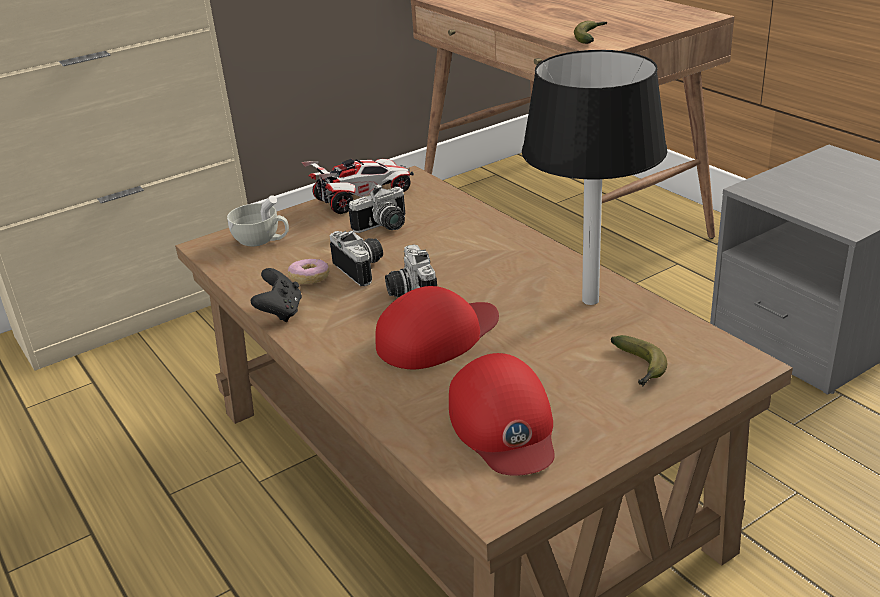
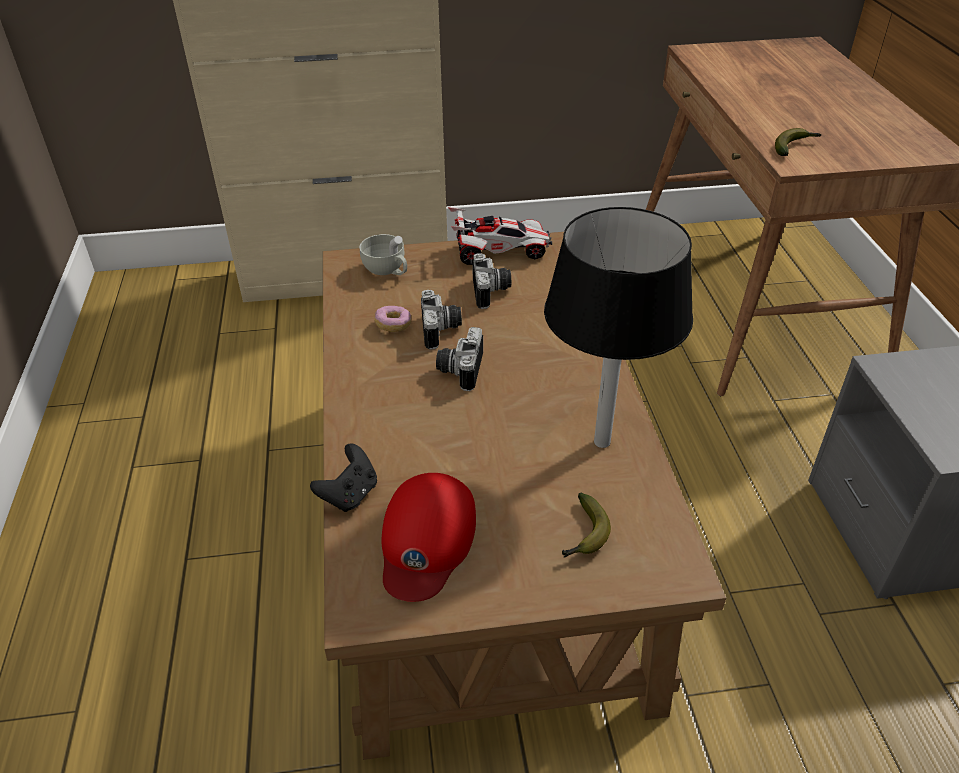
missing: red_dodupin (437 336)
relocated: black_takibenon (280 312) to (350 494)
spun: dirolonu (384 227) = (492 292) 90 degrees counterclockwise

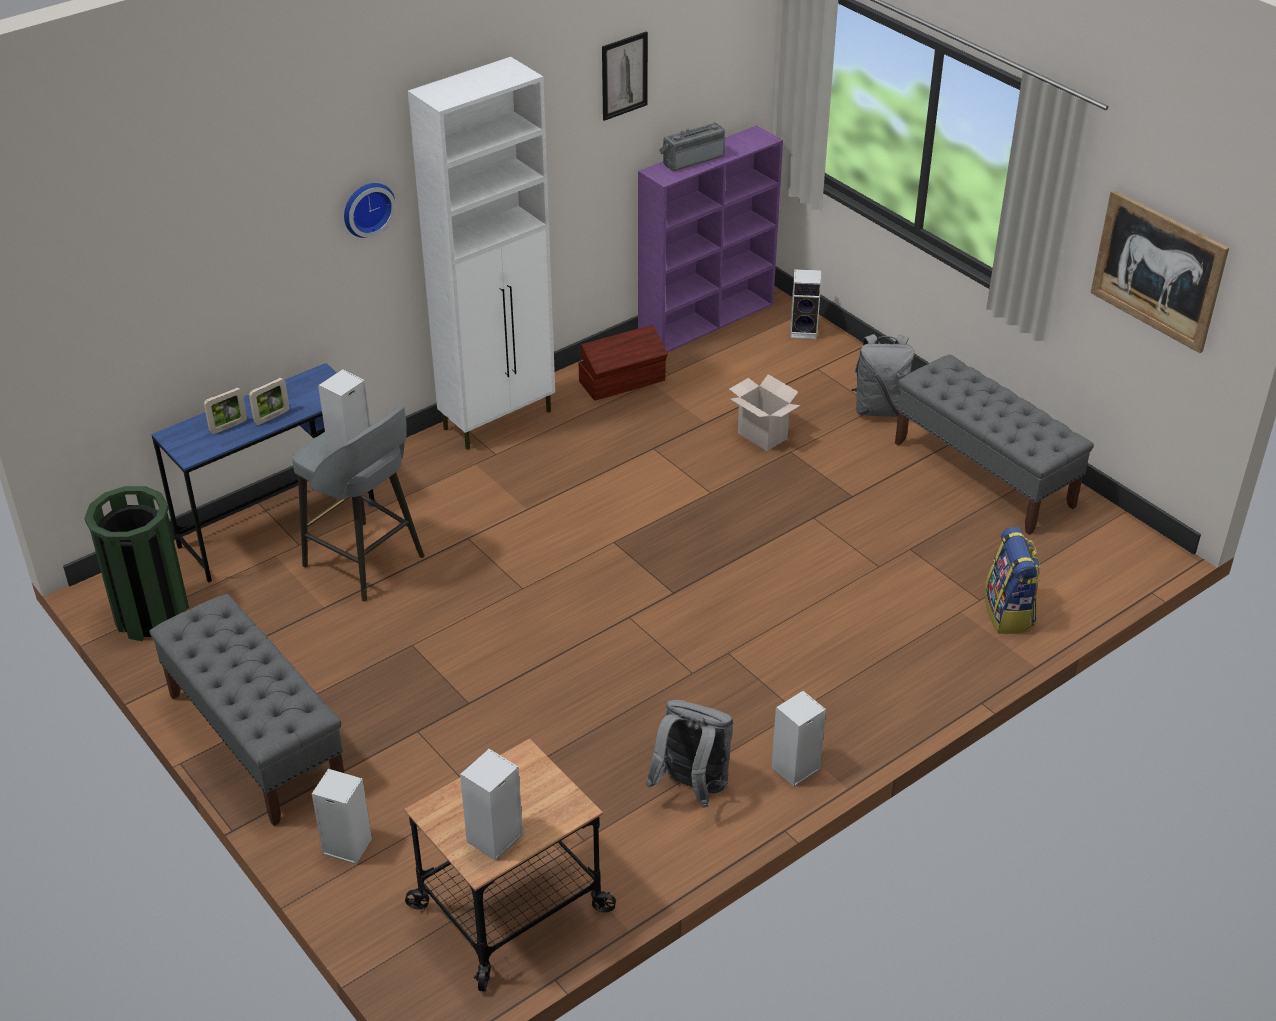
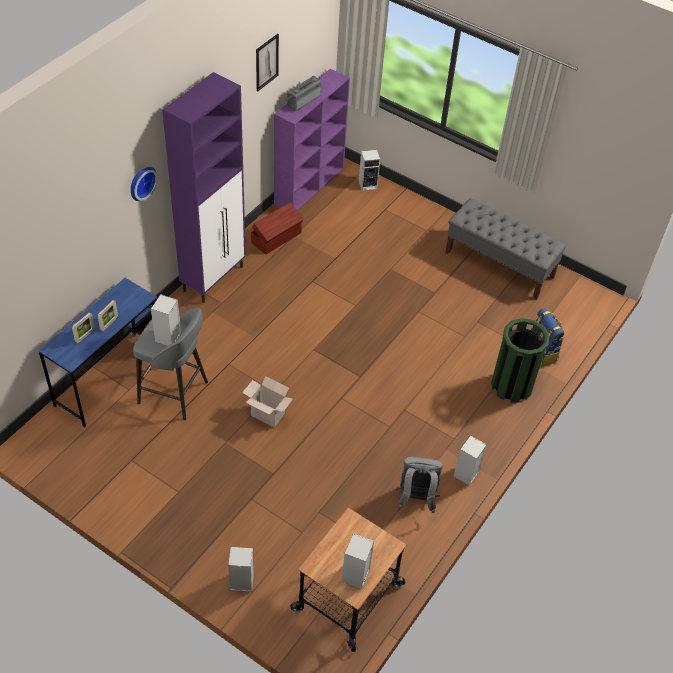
missing: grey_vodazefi (255 739); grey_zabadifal (880 409); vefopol (1158 270)
relocated: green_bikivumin (152 615) to (511 385); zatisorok (760 436) to (266 415)
colour: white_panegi (499 420) to purple_panegi (214 278)

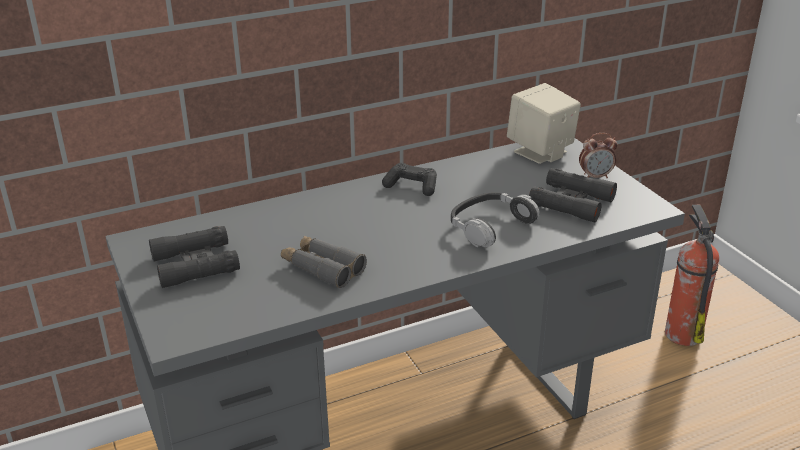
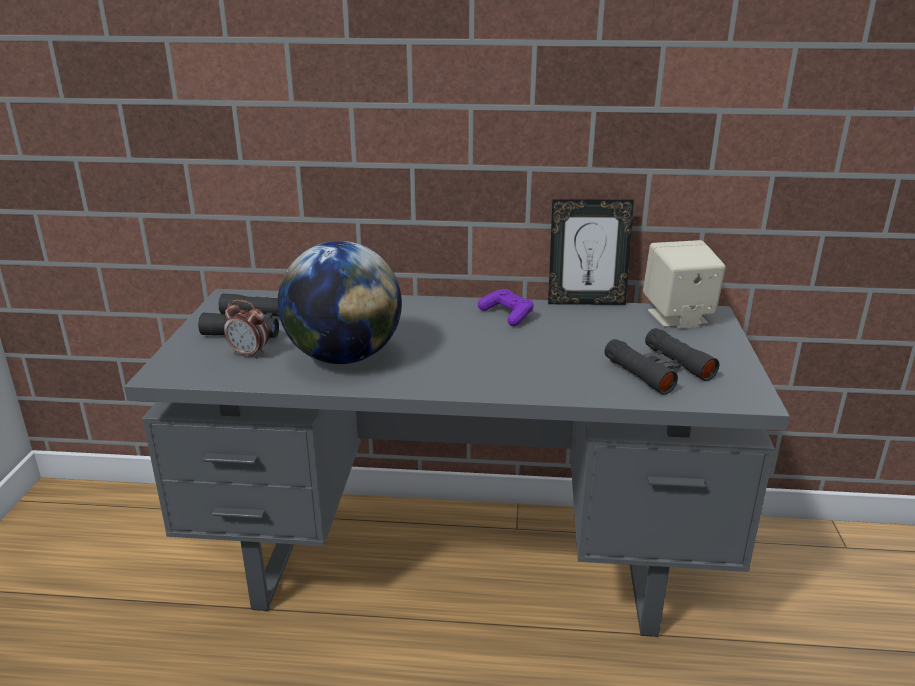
missing: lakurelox (490 226); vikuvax (682 333)
appeared: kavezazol (586 301)
relocated: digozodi (595 176) to (249 354)
exchanged: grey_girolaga (322 268) to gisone (344 357)
colour: black_takibenon (411 186) to purple_takibenon (507 315)

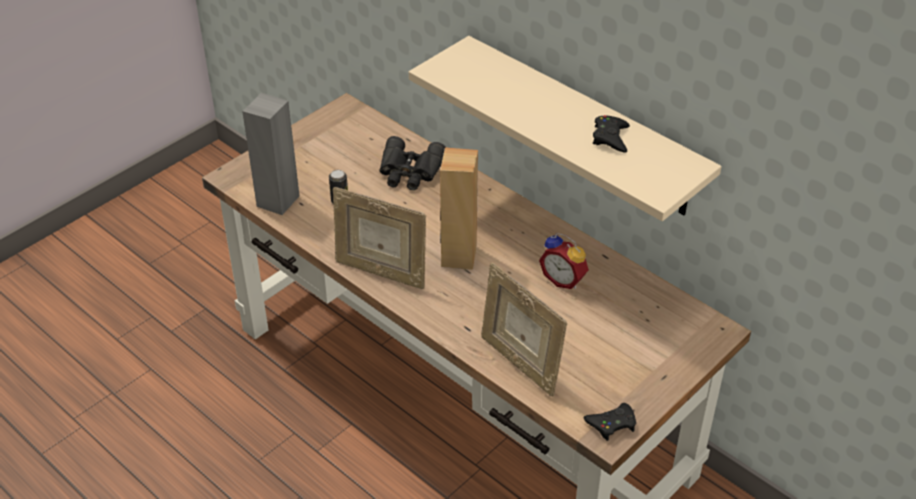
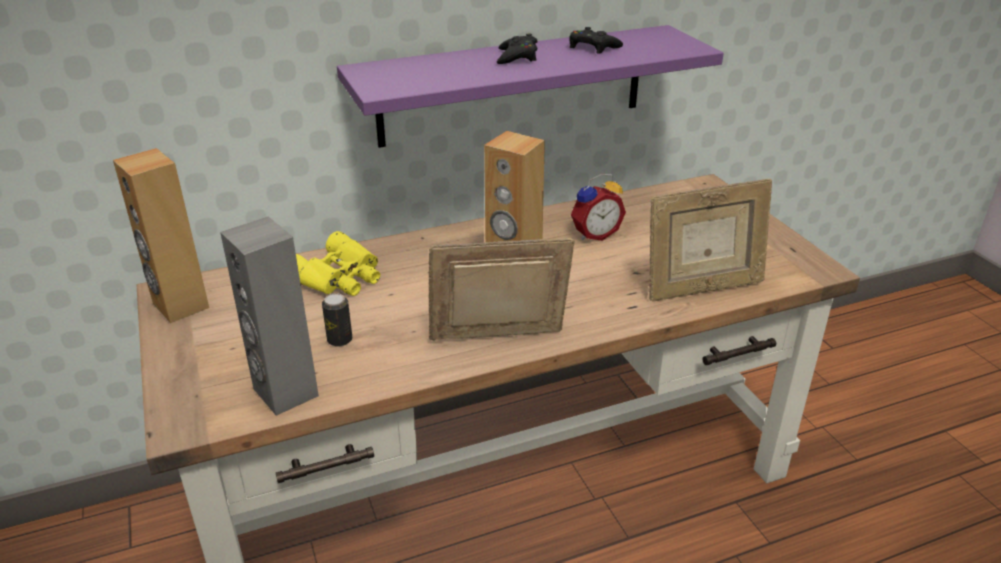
appeared: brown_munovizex (180 306)
relocated: black_takibenon (612 424) to (517 56)
colour: black_girolaga (410 171) to yellow_girolaga (340 277); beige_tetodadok (584 127) to purple_tetodadok (513 85)
spun: kavezazol (381 272) = (499 341) 150 degrees counterclockwise

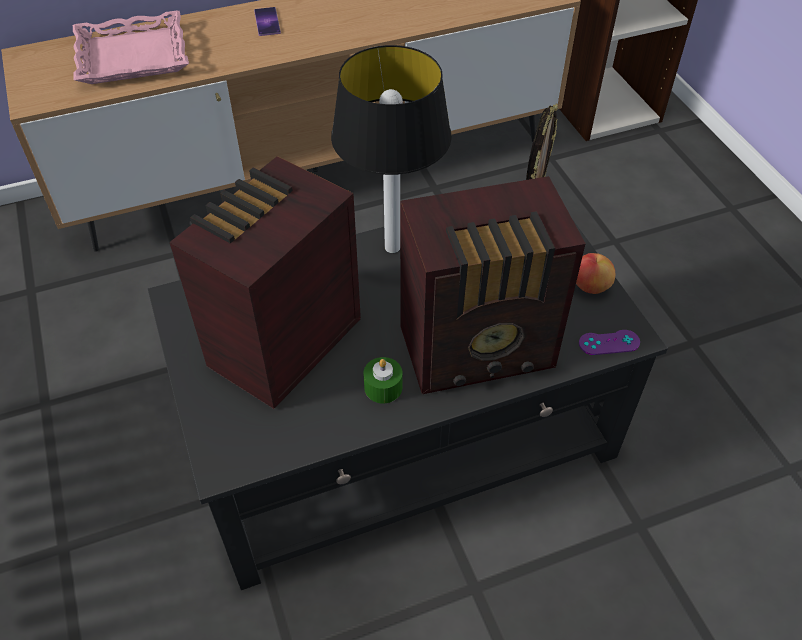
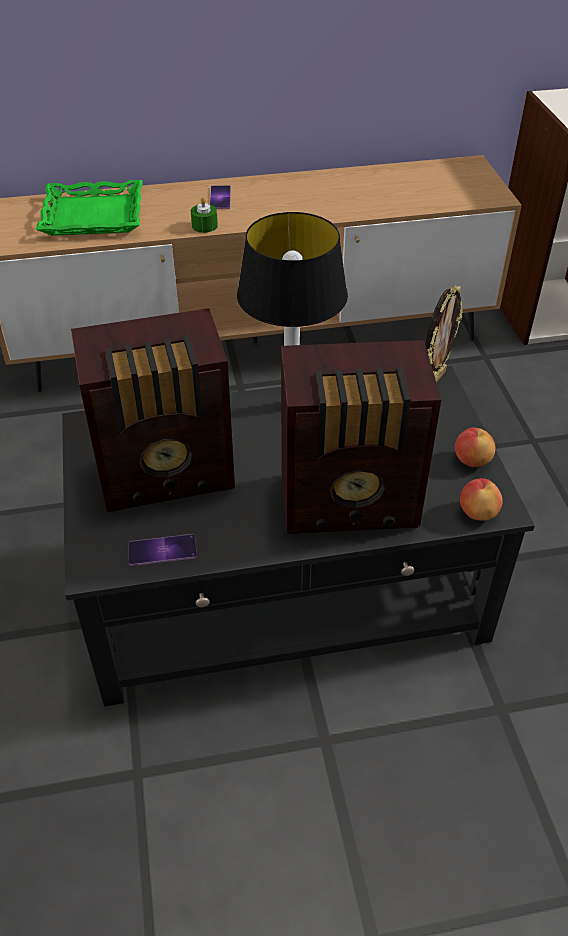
appeared: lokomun (162 550)
relocated: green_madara (383 387) to (204 226)
exchanged: purple_takibenon (609 342) to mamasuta (477 512)
colour: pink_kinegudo (133 56) to green_kinegudo (93 215)
spun: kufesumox (281 344) = (168 474) 150 degrees counterclockwise

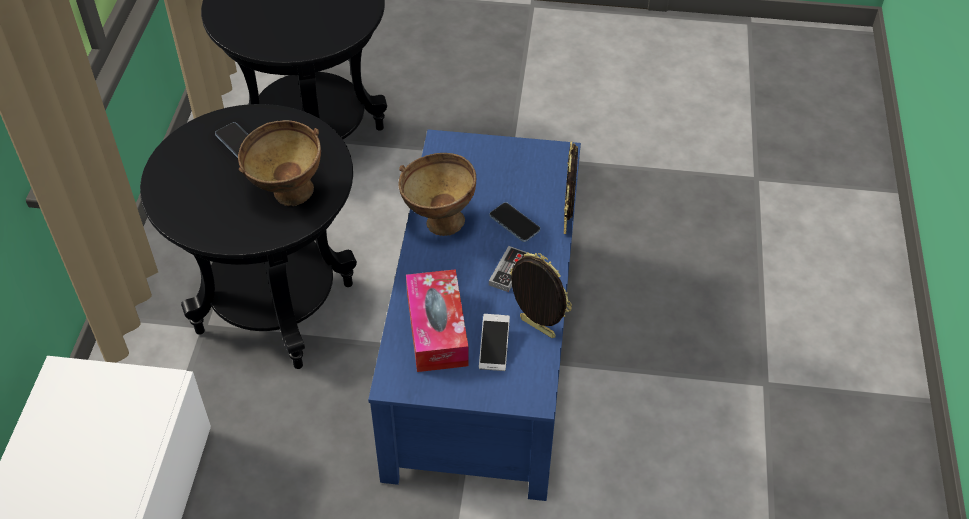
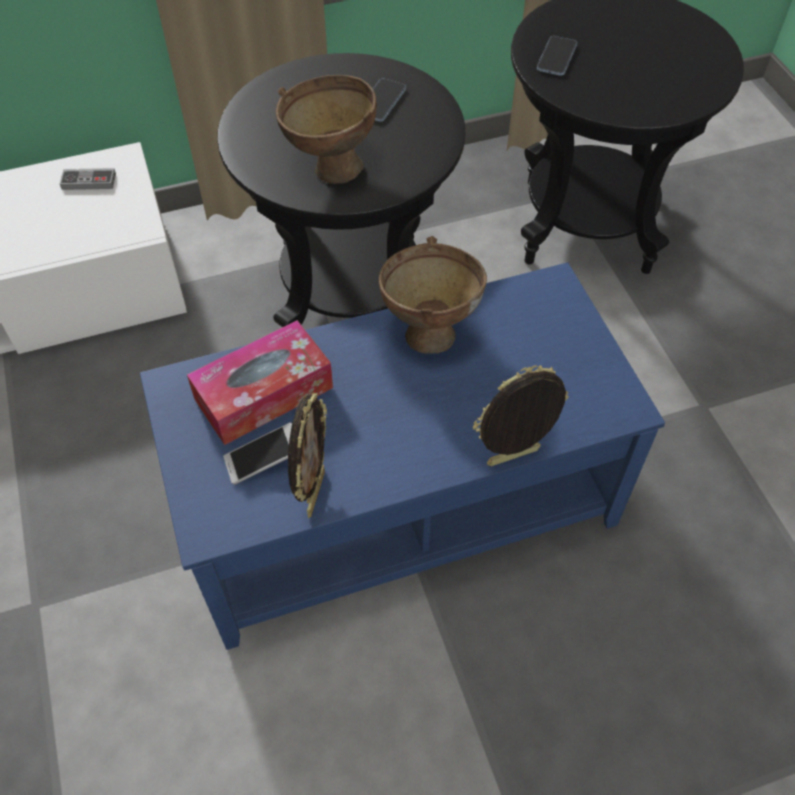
relocated: lokomun (514 223) to (556 57); takibenon (508 271) to (89 181)

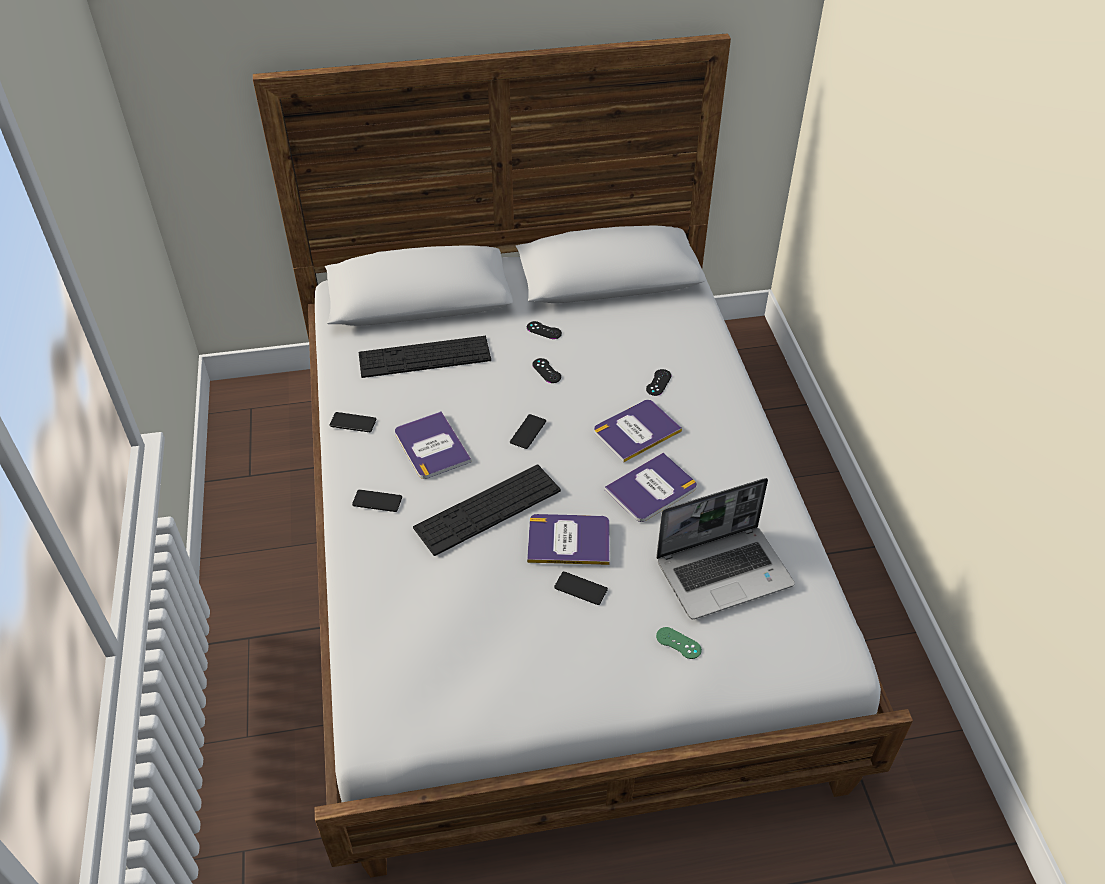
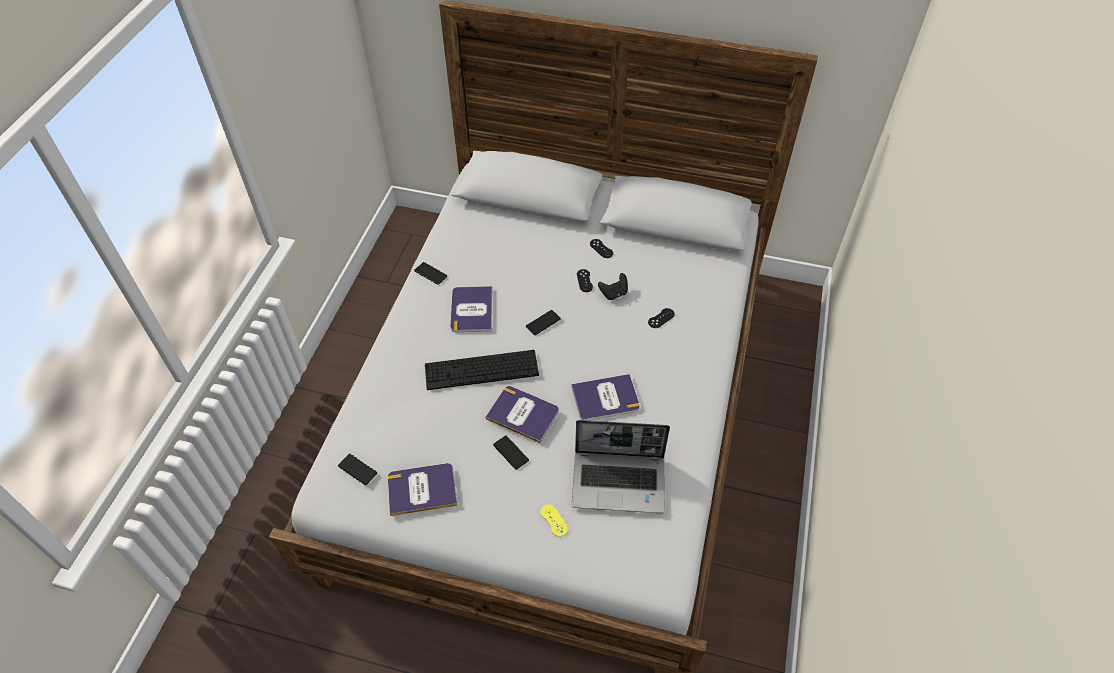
missing: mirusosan (424 357)
appeared: black_takibenon (614 293)
relocated: lokomun (377 501) to (357 469); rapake (636 431) to (422 489)
colour: green_takibenon (678 643) to yellow_takibenon (554 520)

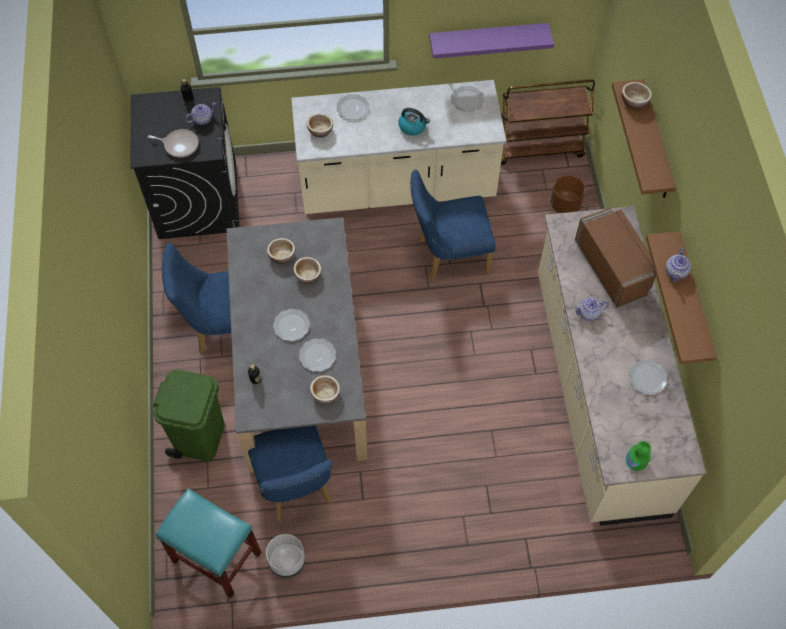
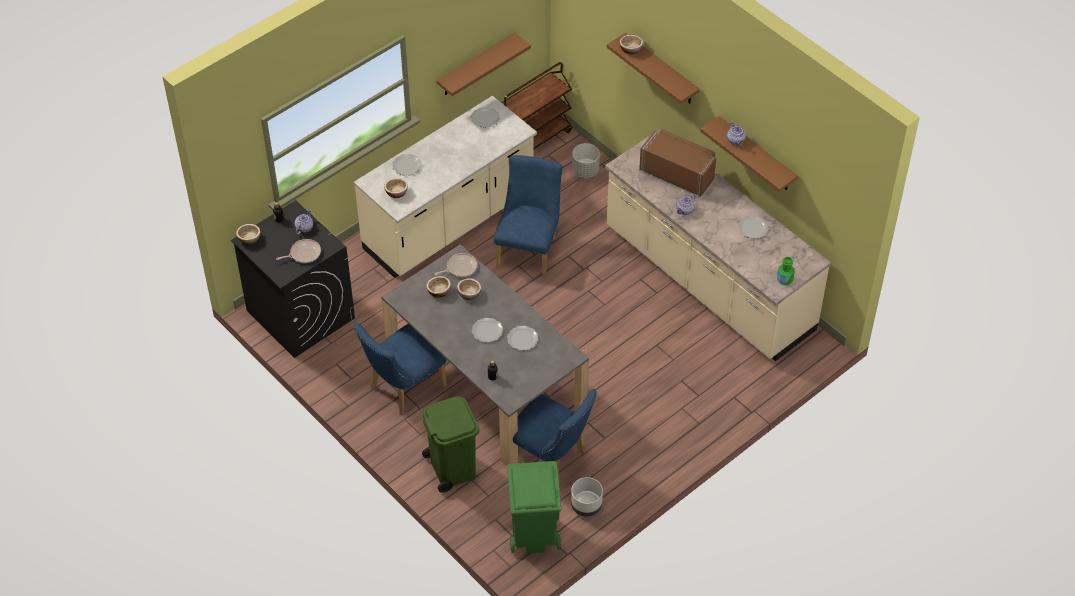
missing: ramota (413 126)
appeared: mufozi (460 268)
relocated: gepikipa (325 394) to (249 239)
exchanged: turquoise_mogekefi (215 557) to green_bikivumin (533 533)
colour: purple_tetodadok (488 39) to brown_tetodadok (476 65); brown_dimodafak (565 205) to grey_dimodafak (585 171)
spun: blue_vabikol (448 255) = (529 249) 150 degrees clockwise

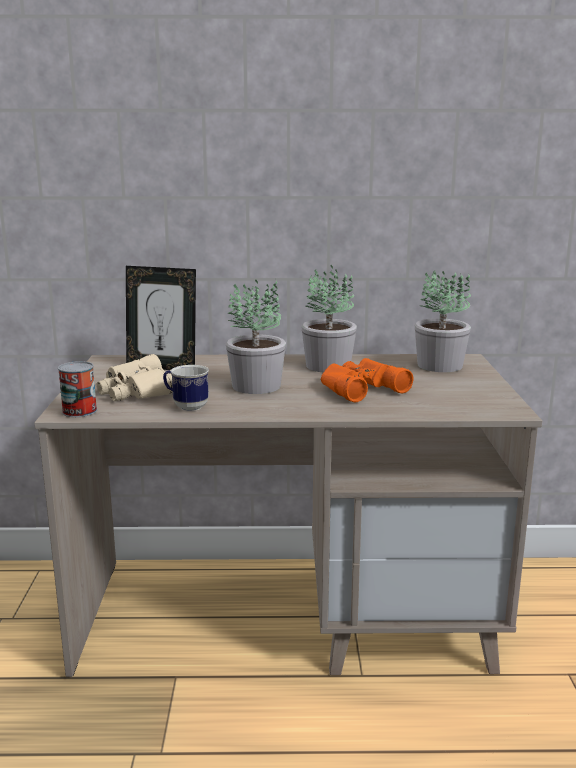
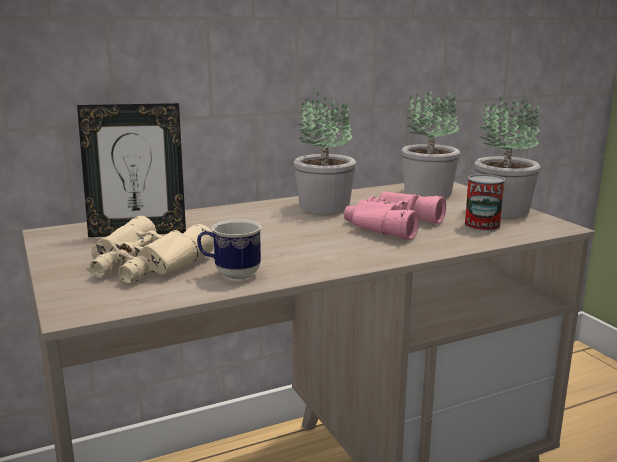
relocated: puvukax (79 411) to (482 225); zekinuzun (256 385) to (502 209)
colour: orange_girolaga (358 388) to pink_girolaga (388 224)

